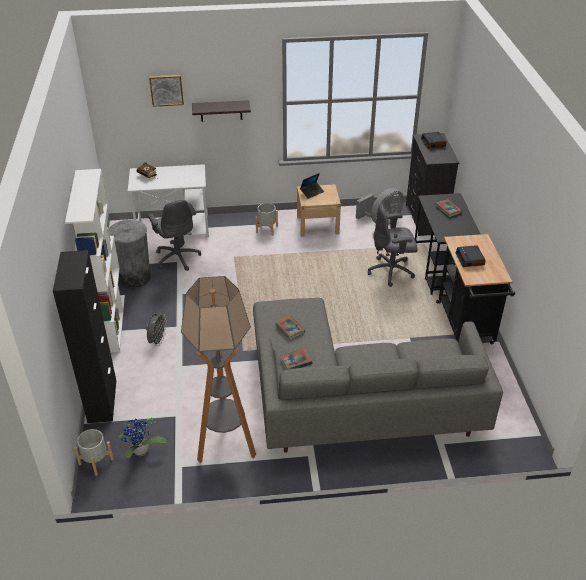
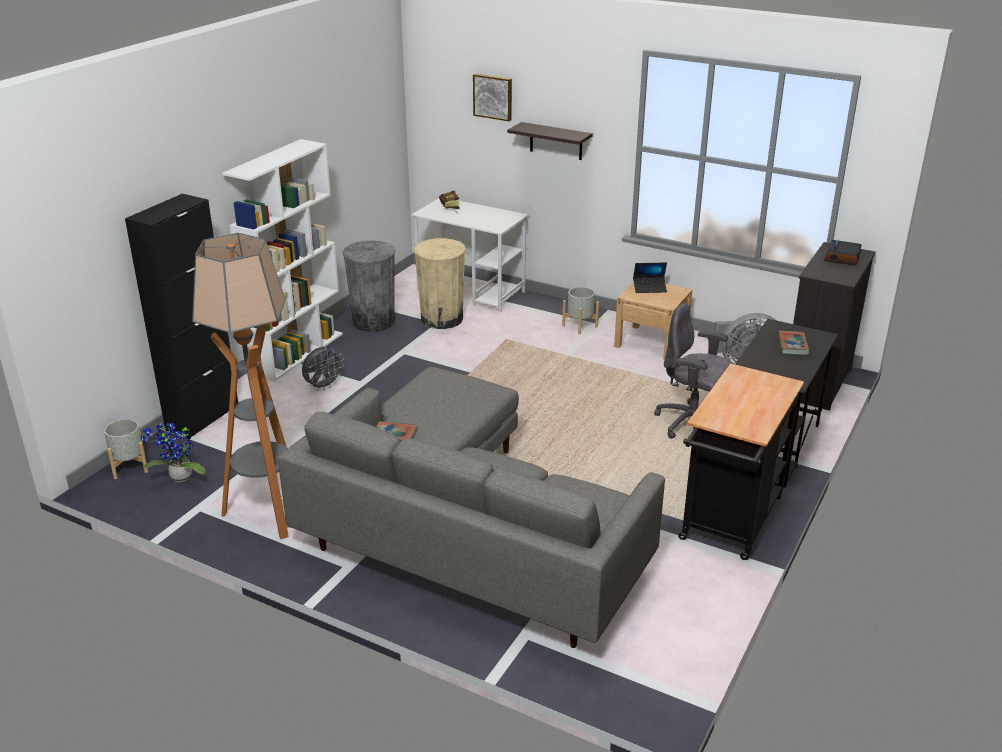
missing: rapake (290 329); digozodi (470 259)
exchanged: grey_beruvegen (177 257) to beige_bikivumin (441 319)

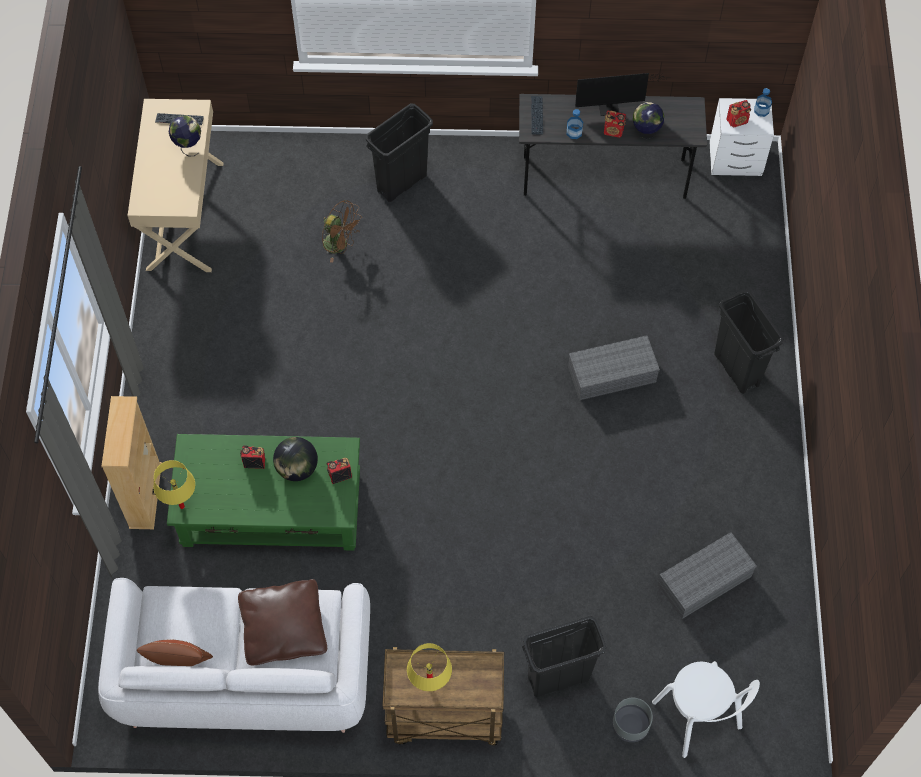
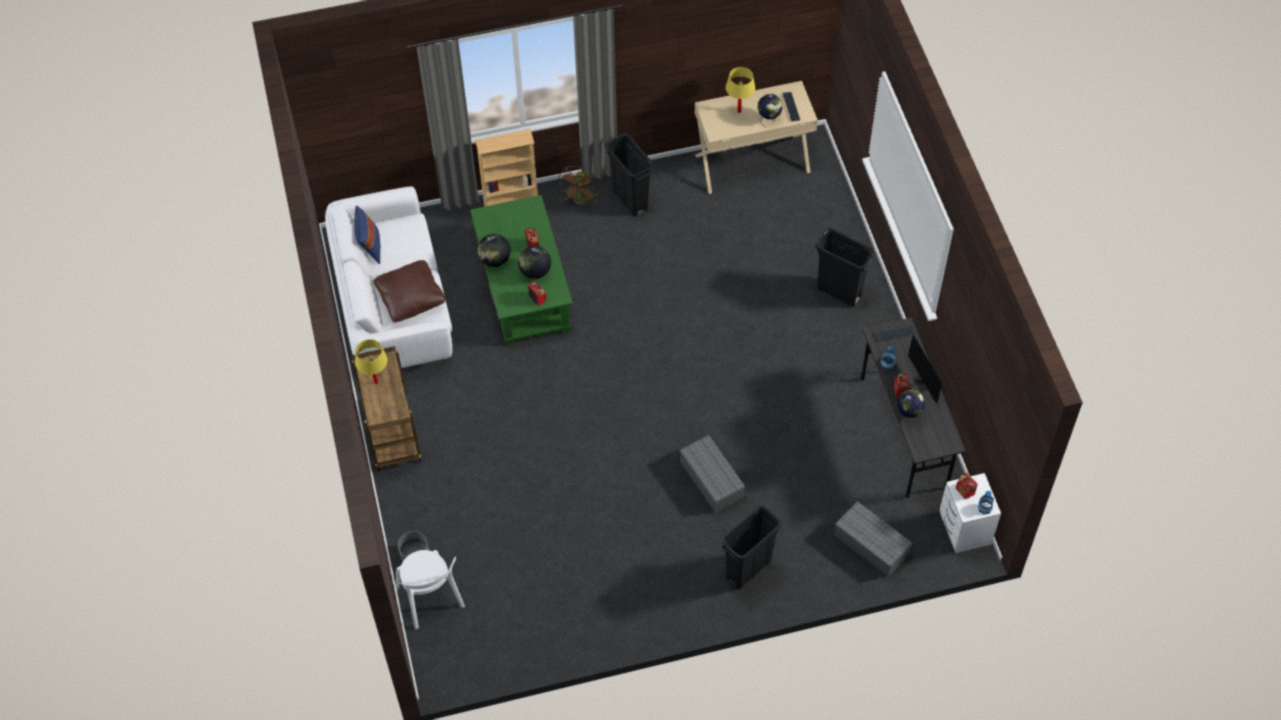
appeared: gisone (495 260)
relocated: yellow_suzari (182 506) to (739 111); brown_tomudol (340 245) to (581 201); black_bikivumin (558 678) to (629 200); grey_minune (705 579) to (873 544)
colour: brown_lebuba (180 663) to blue_lebuba (370 247)
spun: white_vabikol (698 718) = (431 600) 75 degrees counterclockwise

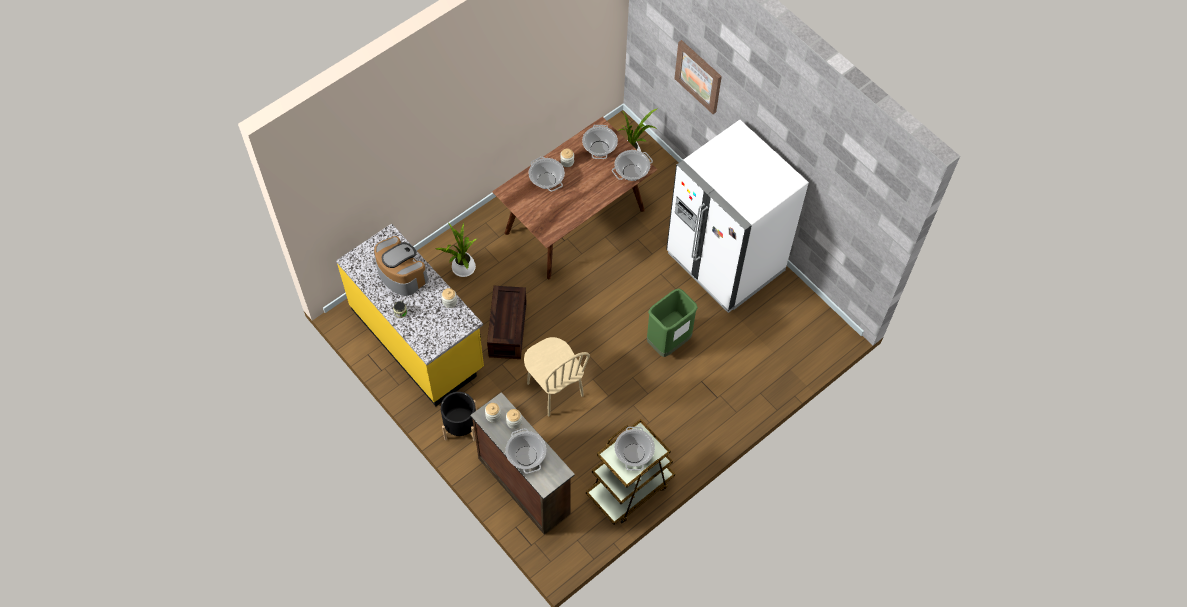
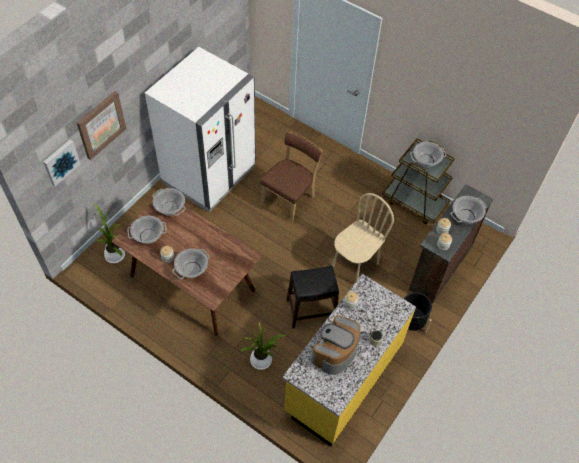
appeared: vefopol (60 162)
exchanged: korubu (506 328) to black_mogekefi (311 311); green_bikivumin (668 342) to brown_vabikol (290 199)

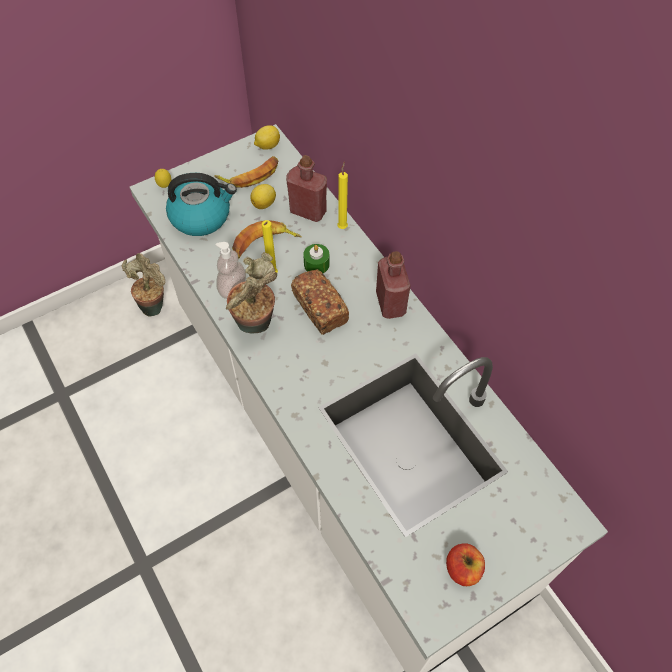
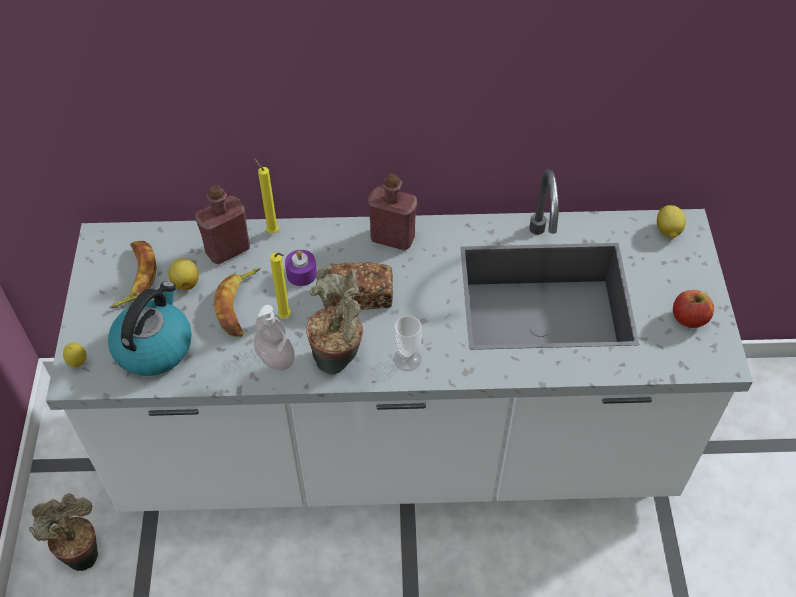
appeared: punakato (407 359)
relocated: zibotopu (267 146) to (667 231)
colour: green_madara (316 264) to purple_madara (301 274)

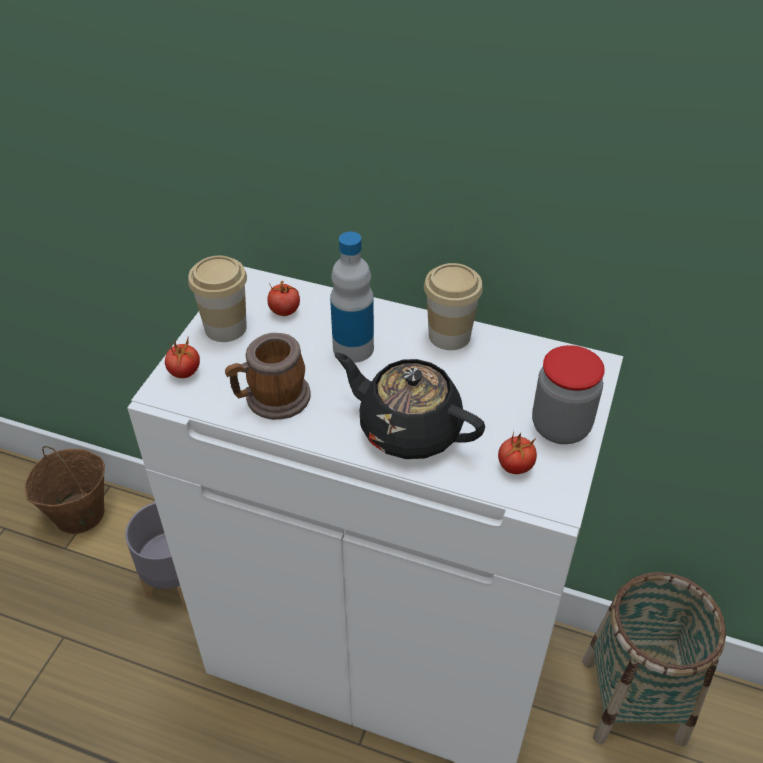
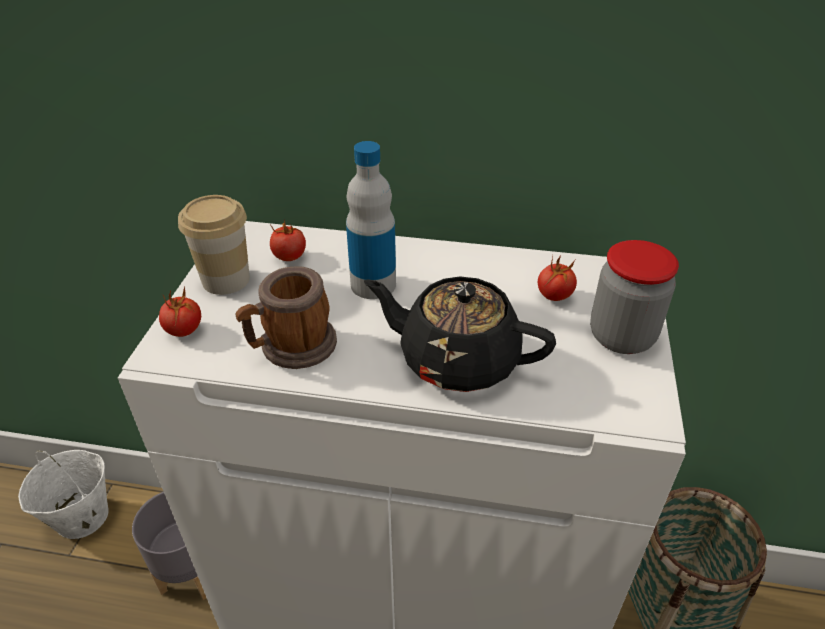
missing: punakato (449 335)
relocated: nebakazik (515 467) to (554 296)
colour: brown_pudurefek (78 514) to white_pudurefek (81 517)

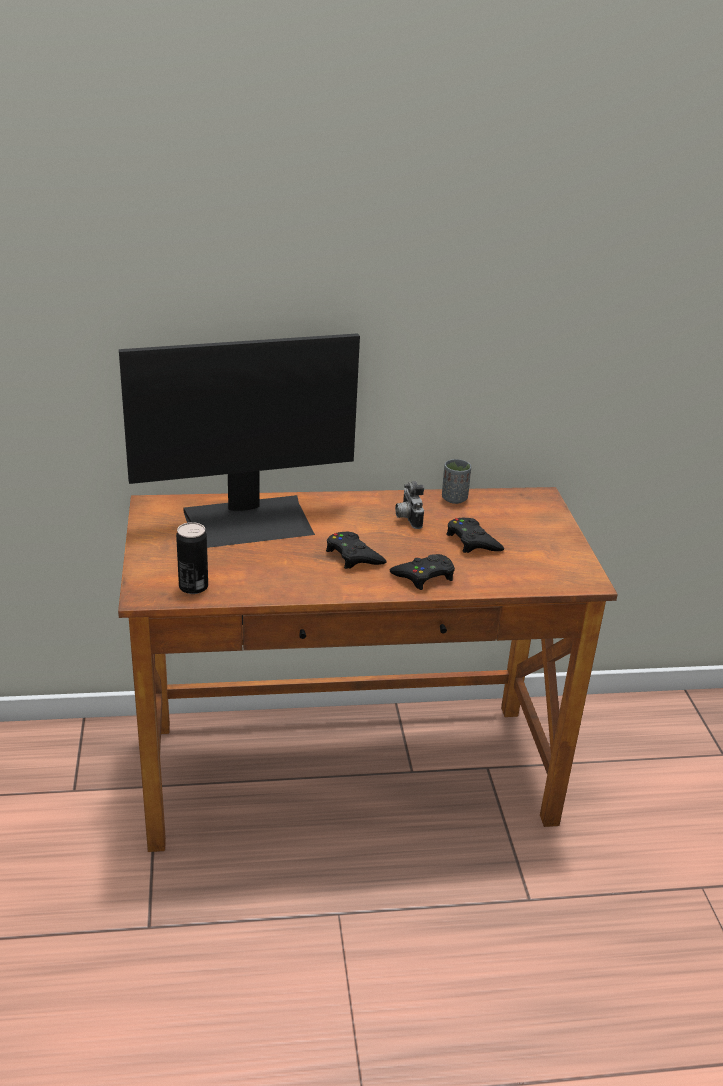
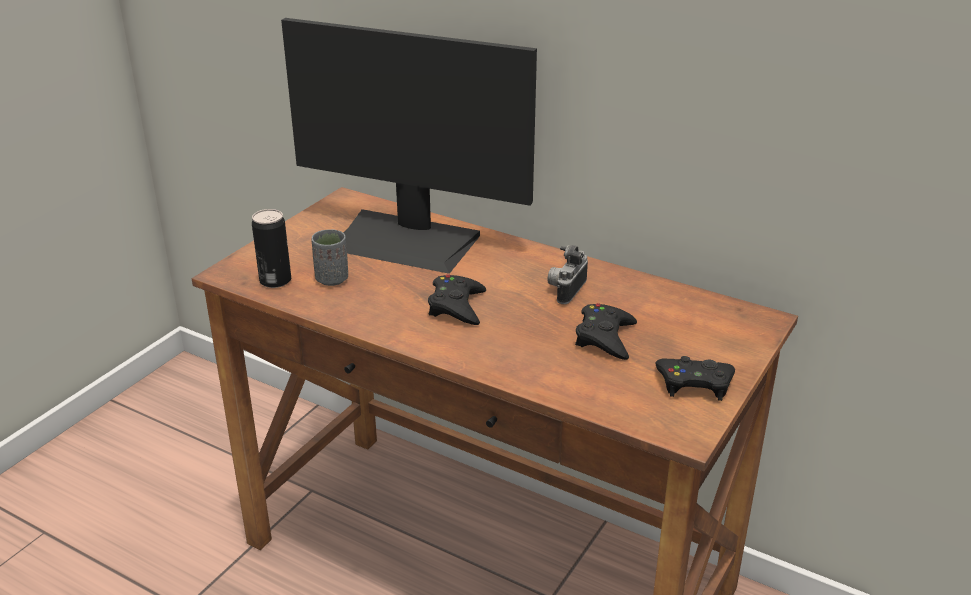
relocated: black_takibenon (424 576) to (694 383); grey_punakato (454 498) to (332 279)

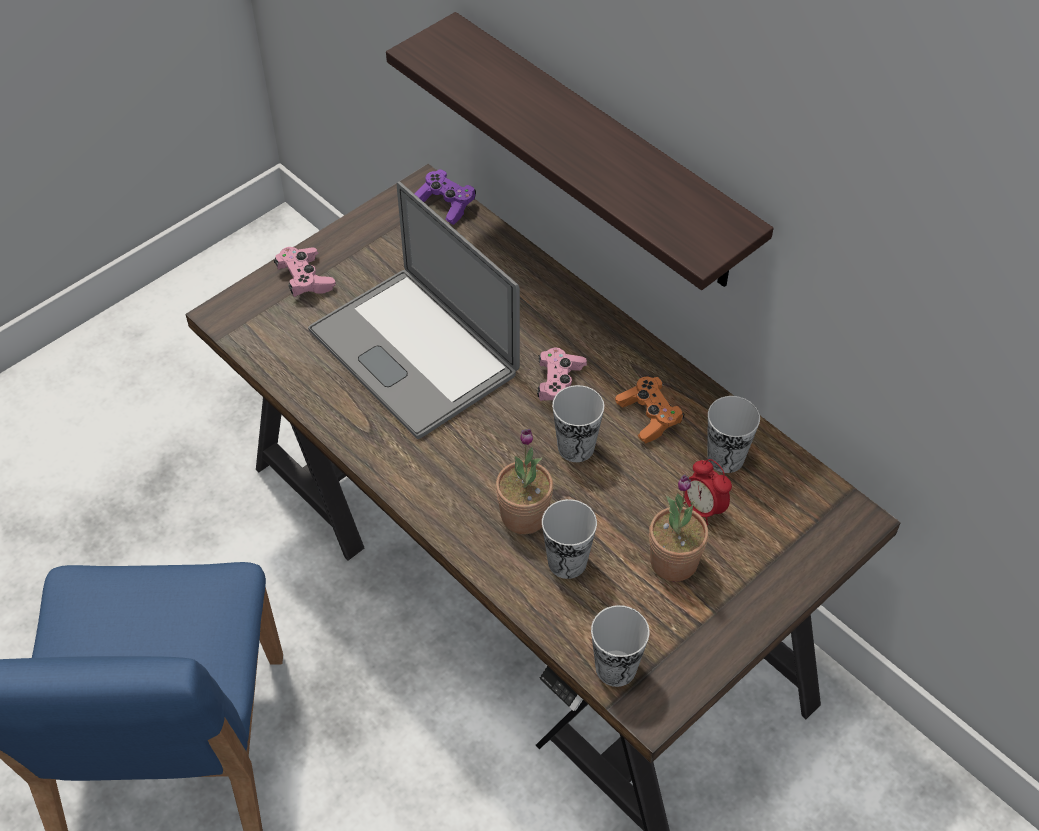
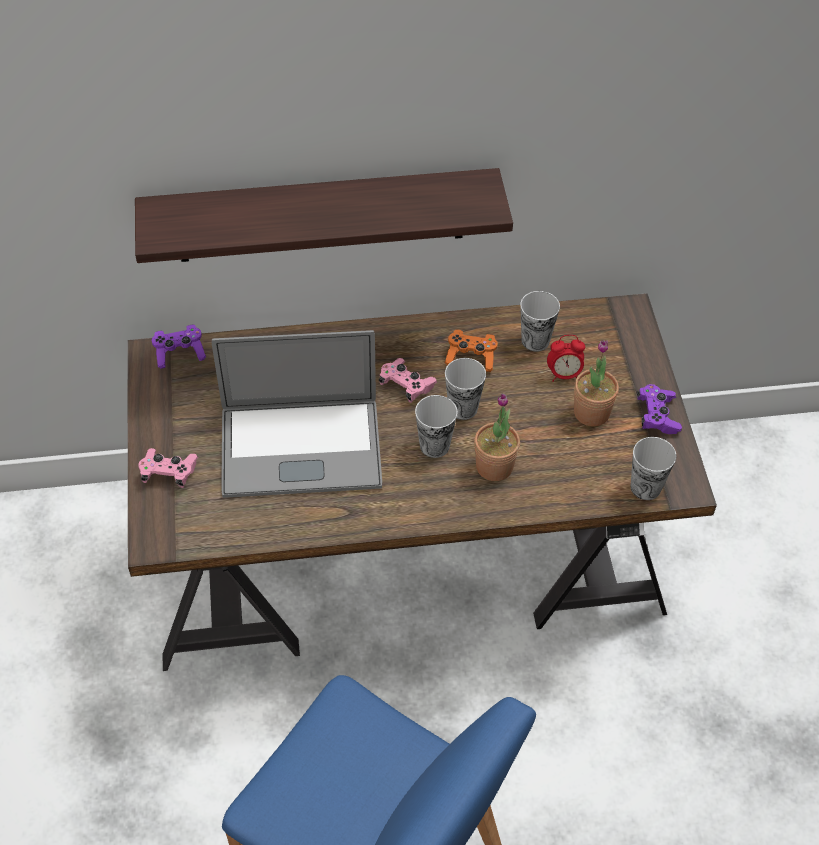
appeared: purple_takibenon (657 416)
relocated: punakato (567 562) to (434 445)

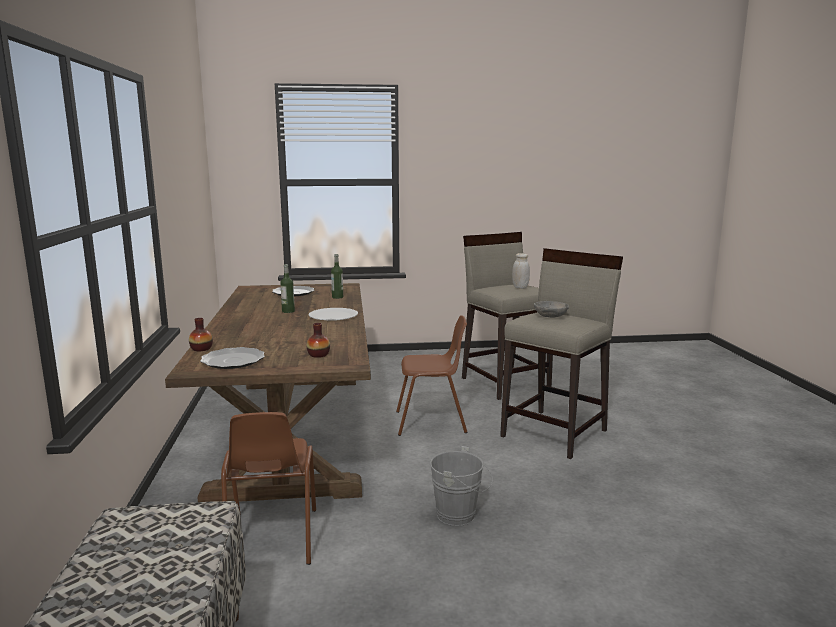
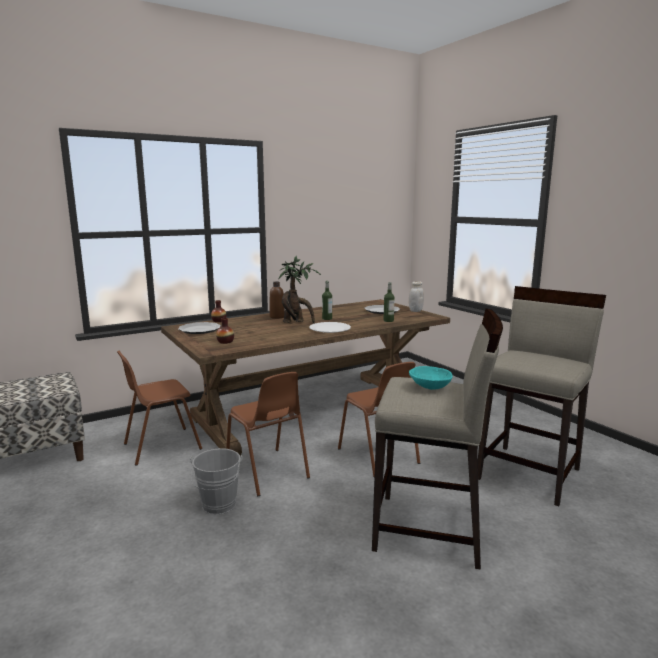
appeared: brown_vabikol (267 472); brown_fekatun (277 317); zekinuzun (296 322)
relocated: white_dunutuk (520 287) to (415 311)
colour: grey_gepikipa (550 317) to turquoise_gepikipa (429 387)

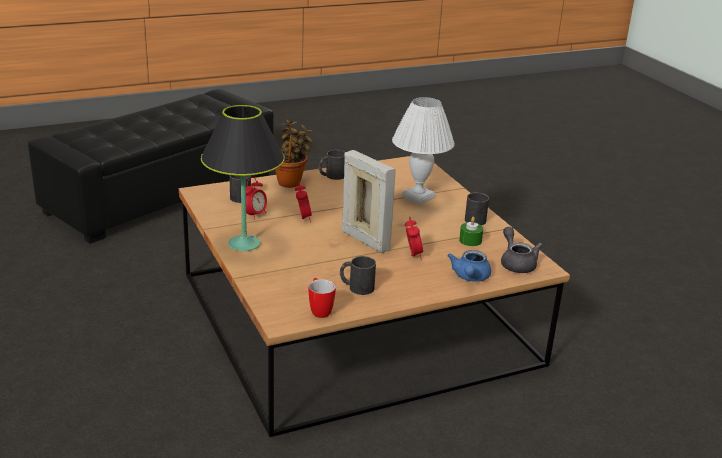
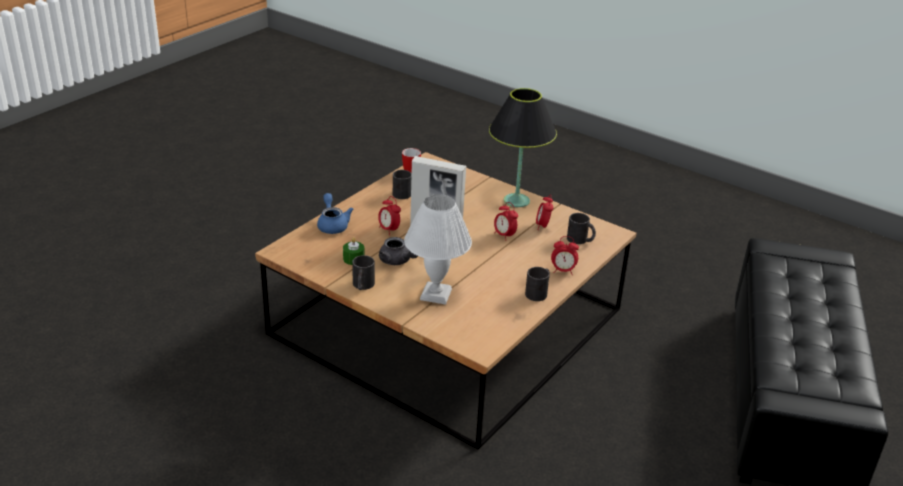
relocated: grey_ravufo (516 263) to (397 261)
exchanged: zekinuzun (291 182) to digozodi (563 271)

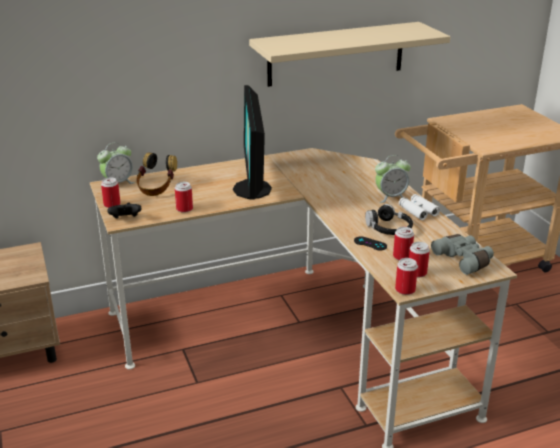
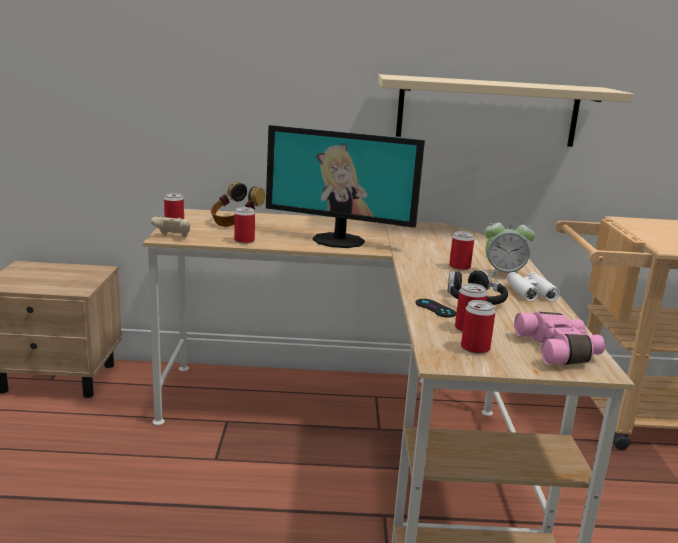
missing: digozodi (118 183)
relocated: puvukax (405 290) to (459 267)
colour: black_takibenon (125 219) to beige_takibenon (172 237); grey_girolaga (464 260) to pink_girolaga (559 350)
spun: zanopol (253 189) = (339 240) 90 degrees counterclockwise

